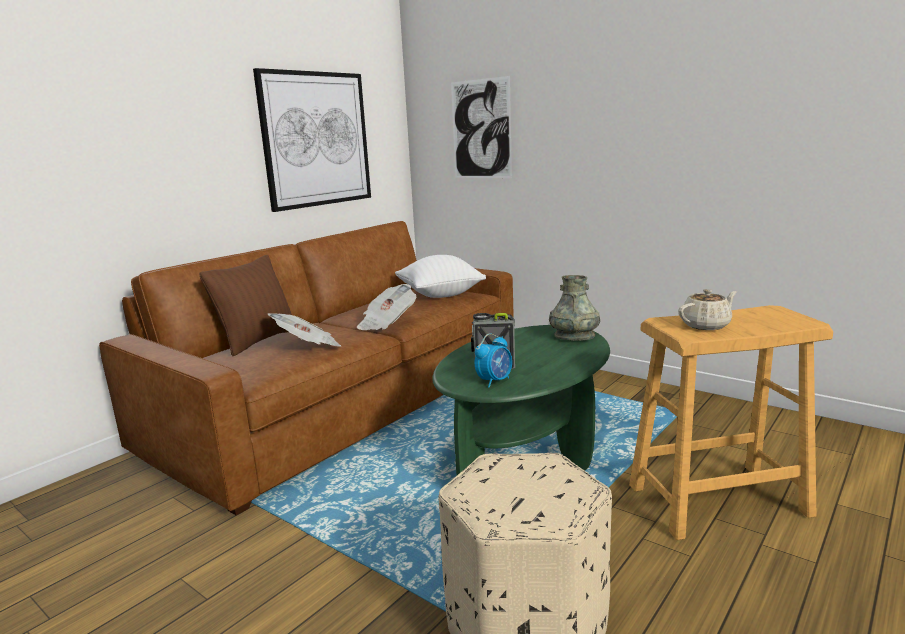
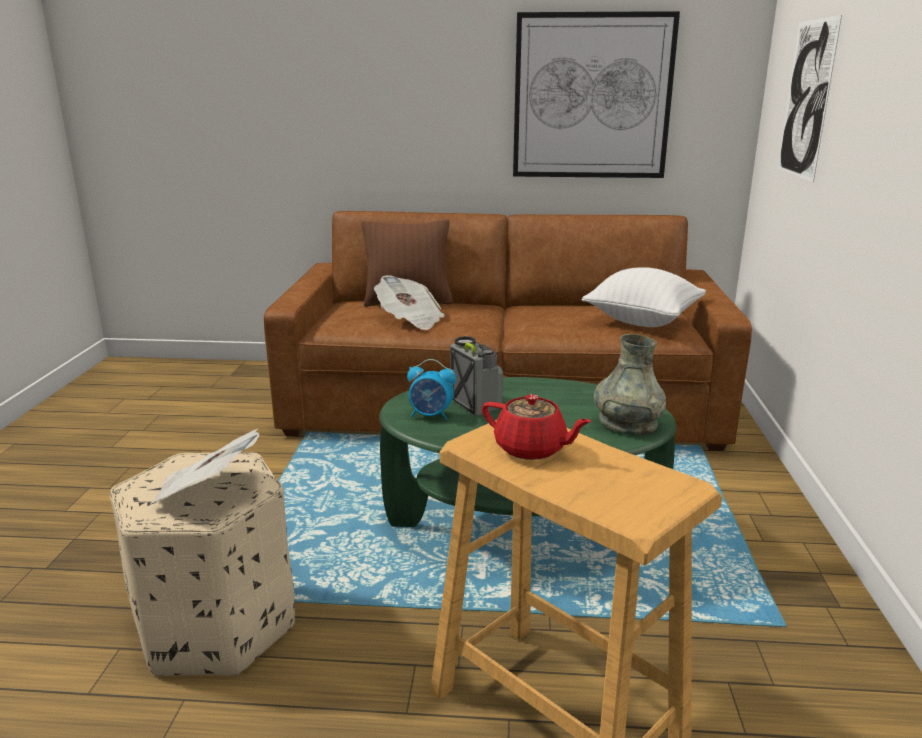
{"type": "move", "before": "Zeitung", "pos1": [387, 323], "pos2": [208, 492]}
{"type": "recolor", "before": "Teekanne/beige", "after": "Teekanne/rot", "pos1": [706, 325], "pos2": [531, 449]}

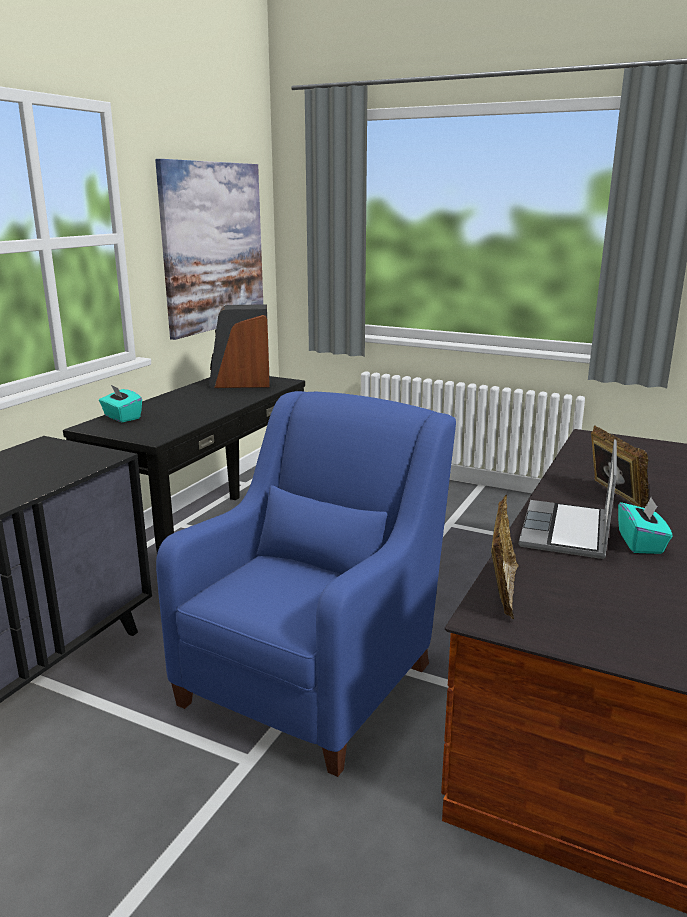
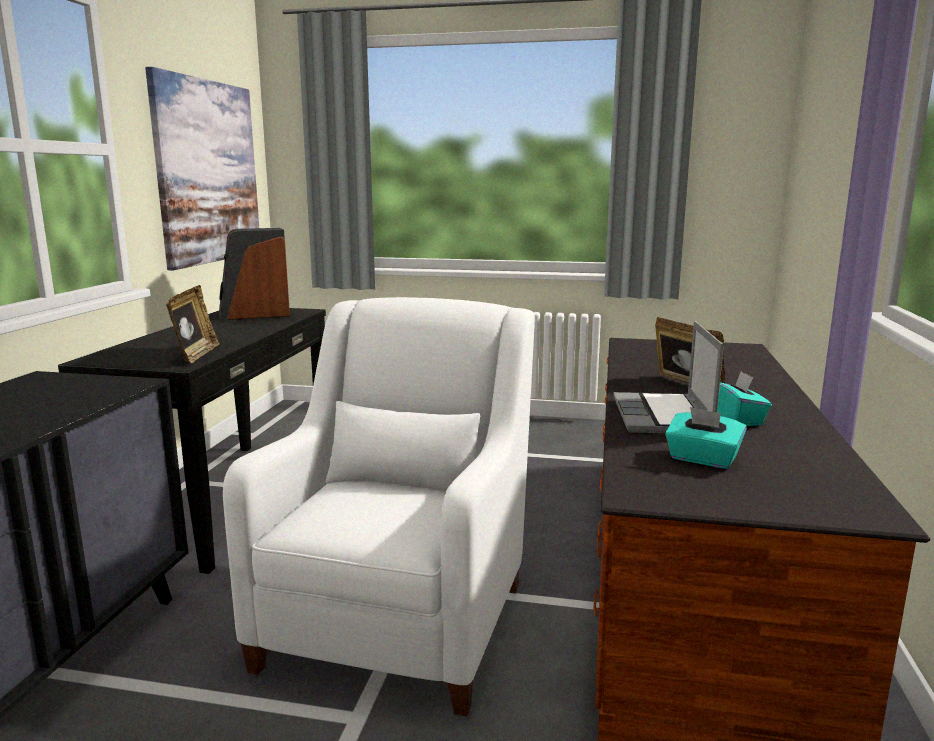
{"type": "move", "before": "Taschentuchbox/türkis", "pos1": [121, 417], "pos2": [702, 459]}
{"type": "move", "before": "Bilderrahmen", "pos1": [502, 591], "pos2": [195, 355]}
{"type": "recolor", "before": "Sessel/blau", "after": "Sessel/weiß", "pos1": [315, 676], "pos2": [401, 615]}

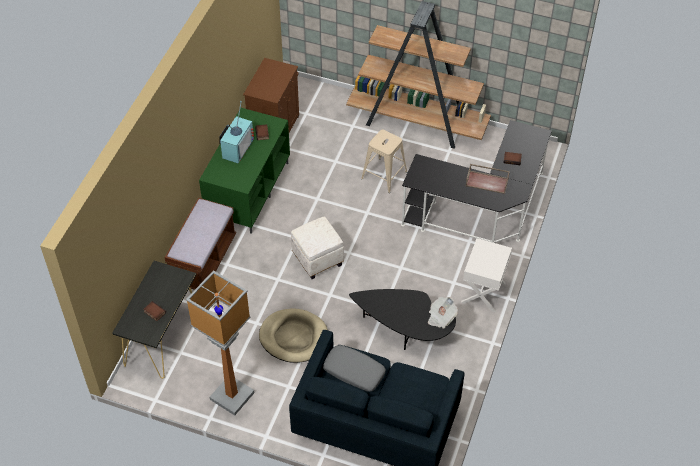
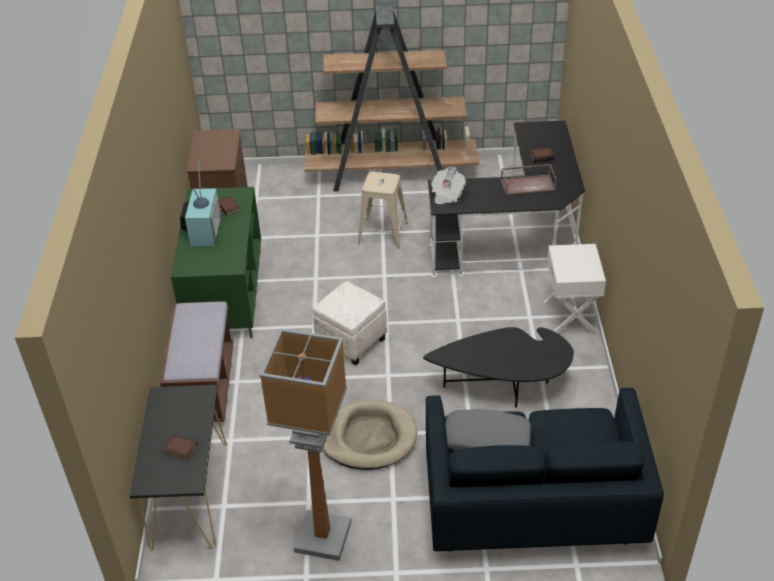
{"type": "move", "before": "Zeitung", "pos1": [441, 317], "pos2": [447, 194]}

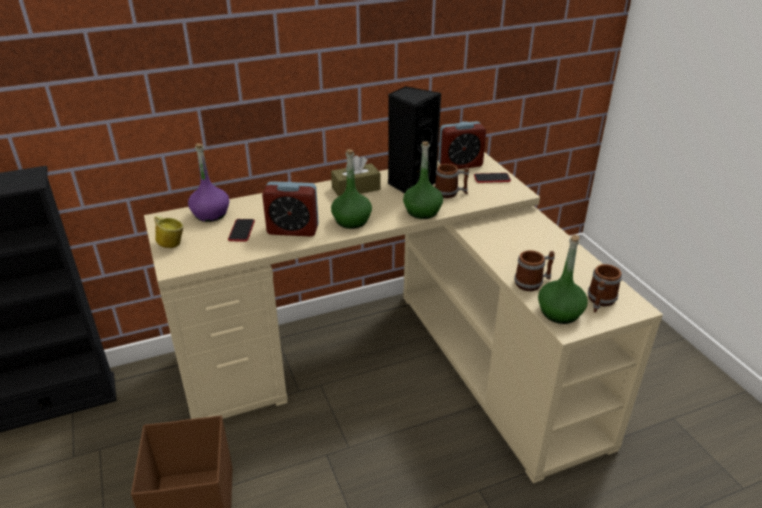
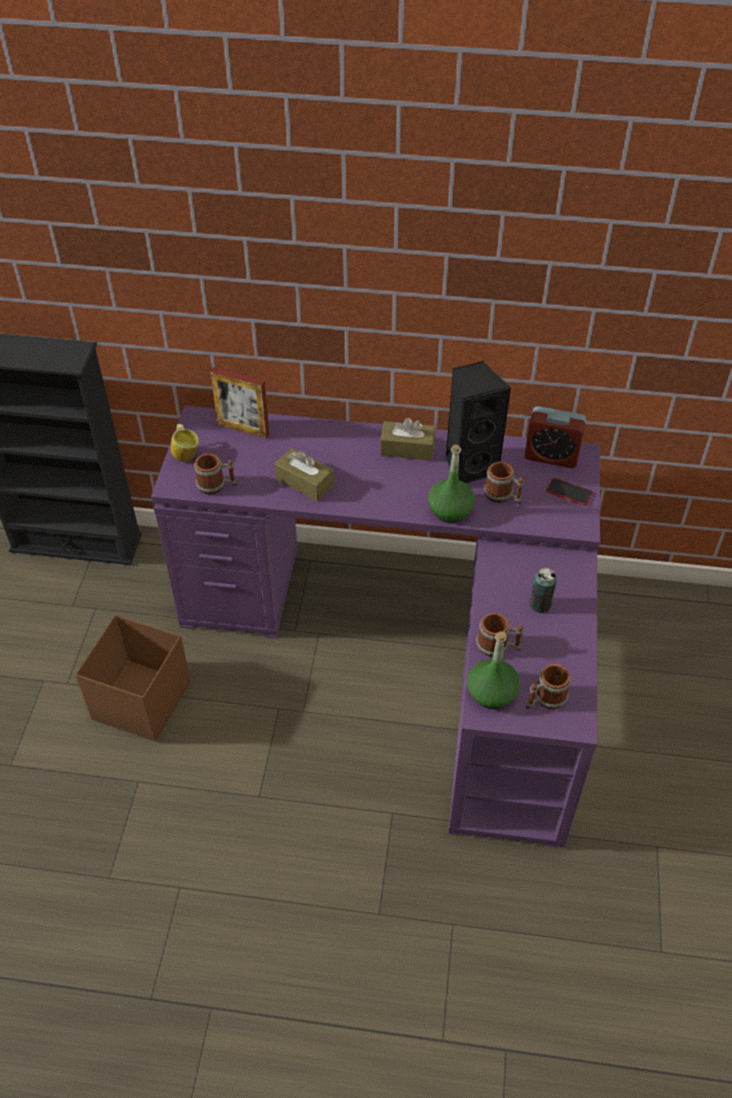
{"type": "delete", "before": "Handy", "pos1": [241, 231]}
{"type": "delete", "before": "Flasche/grün", "pos1": [351, 221]}
{"type": "insert", "after": "Henkelbecher", "pos2": [216, 485]}
{"type": "insert", "after": "Dose", "pos2": [540, 605]}
{"type": "replace", "before": "Flasche/lila", "after": "Bilderrahmen", "pos1": [211, 214], "pos2": [243, 429]}
{"type": "replace", "before": "Wecker", "after": "Taschentuchbox/braun", "pos1": [293, 230], "pos2": [304, 482]}
{"type": "recolor", "before": "Schreibtisch/beige", "after": "Schreibtisch/lila", "pos1": [400, 360], "pos2": [415, 642]}

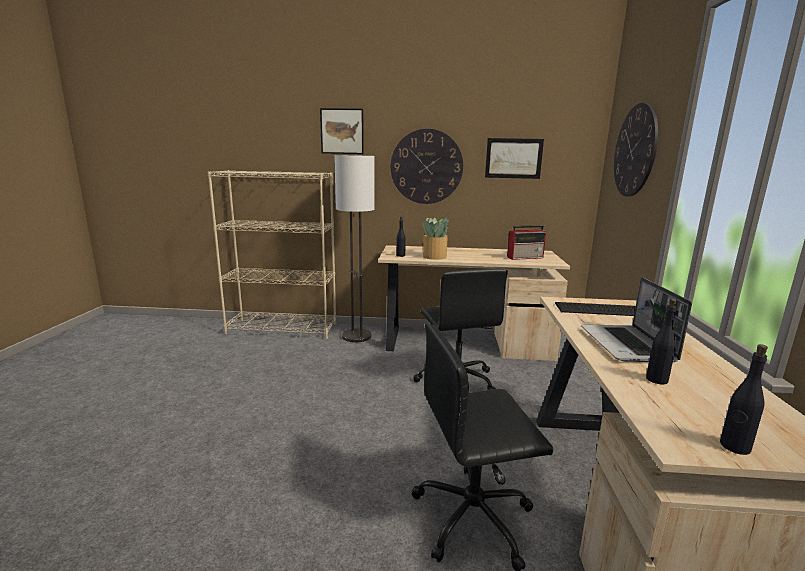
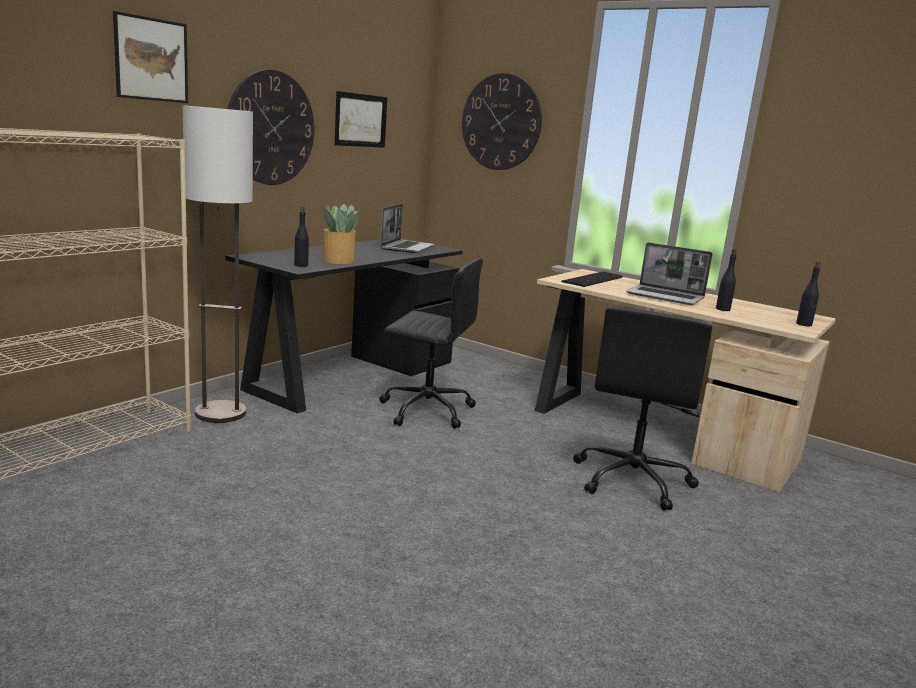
{"type": "replace", "before": "Radio", "after": "Laptop", "pos1": [525, 257], "pos2": [407, 247]}
{"type": "recolor", "before": "Schreibtisch/beige", "after": "Schreibtisch/schwarz", "pos1": [464, 342], "pos2": [349, 375]}

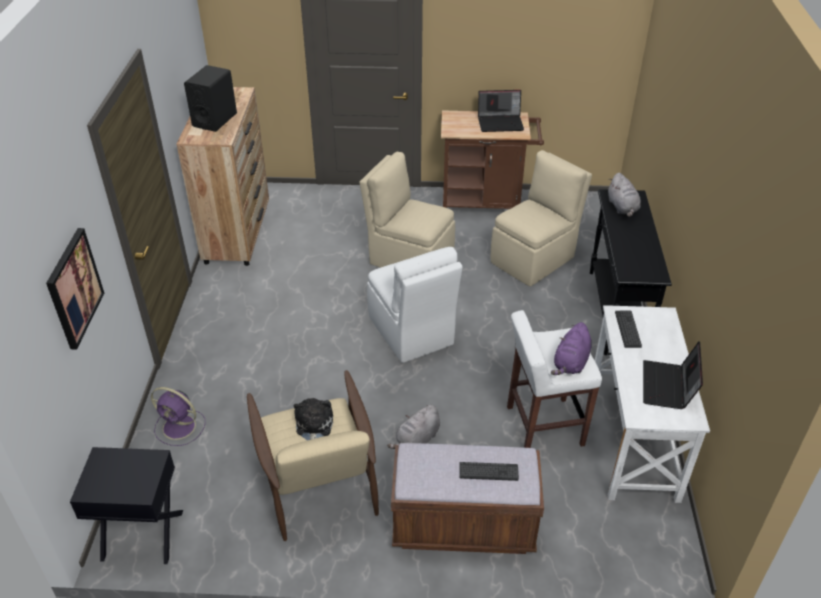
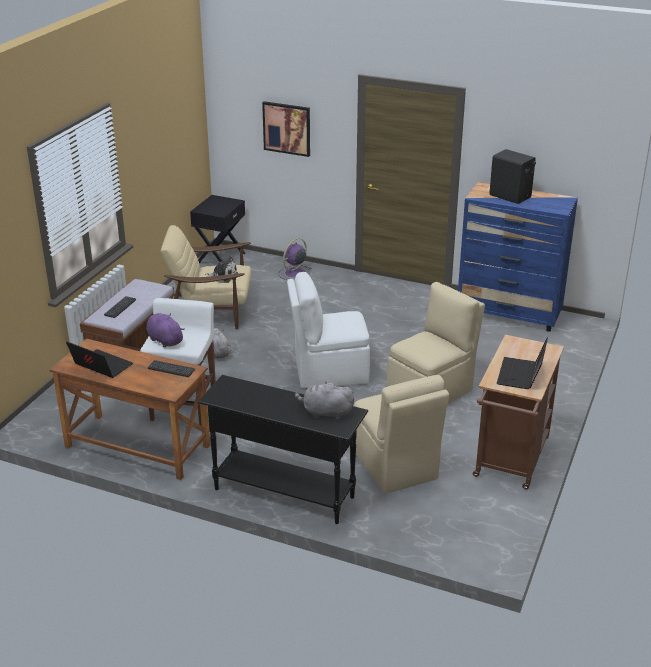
{"type": "recolor", "before": "Kommode/braun", "after": "Kommode/blau", "pos1": [237, 233], "pos2": [509, 313]}
{"type": "recolor", "before": "Schreibtisch/weiß", "after": "Schreibtisch/braun", "pos1": [633, 438], "pos2": [137, 447]}

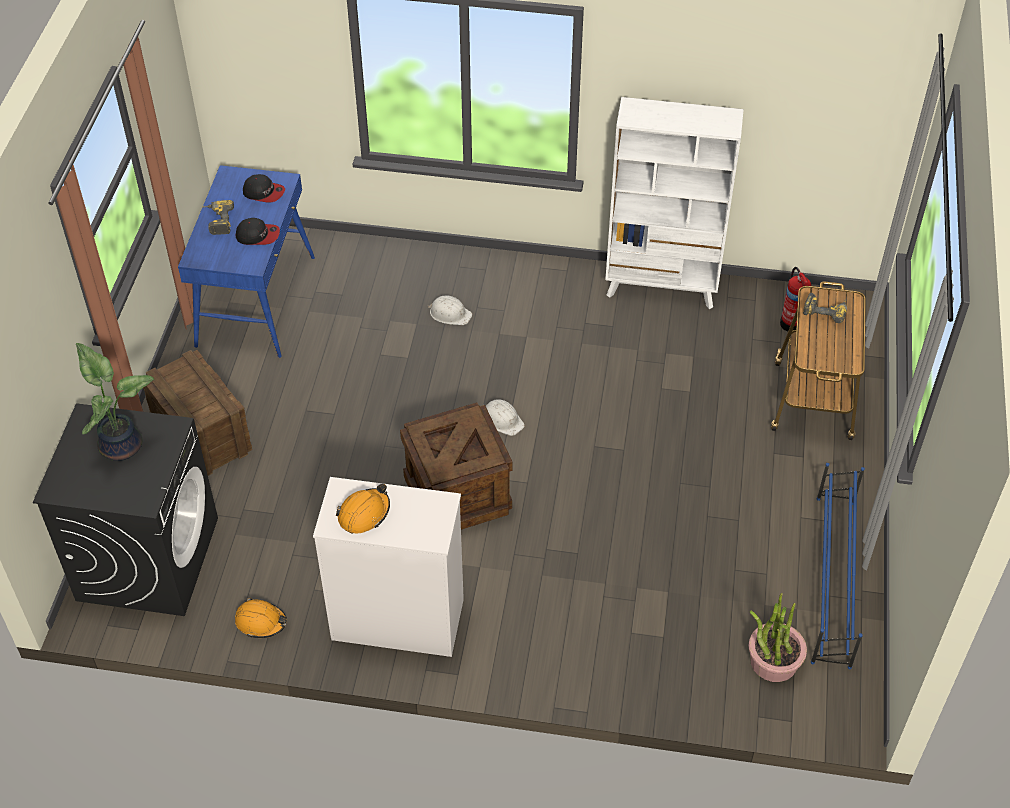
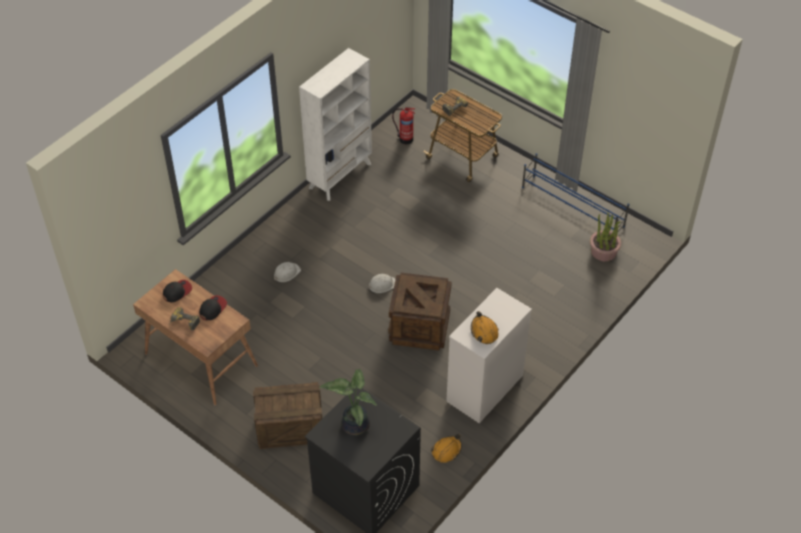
{"type": "recolor", "before": "Schreibtisch/blau", "after": "Schreibtisch/braun", "pos1": [255, 300], "pos2": [200, 360]}

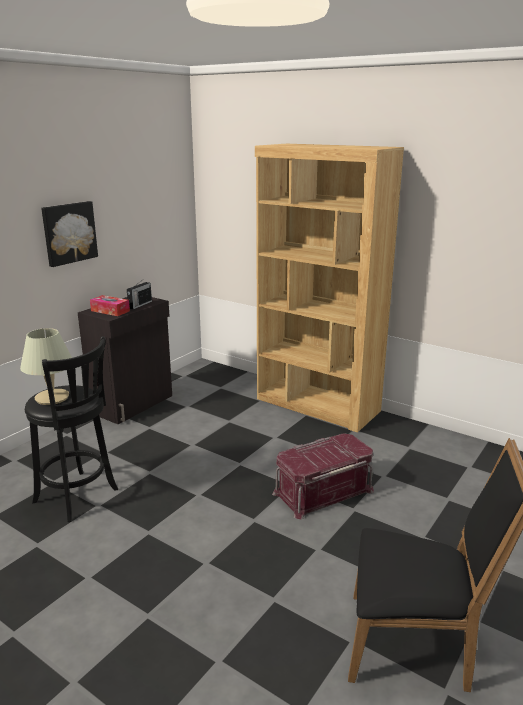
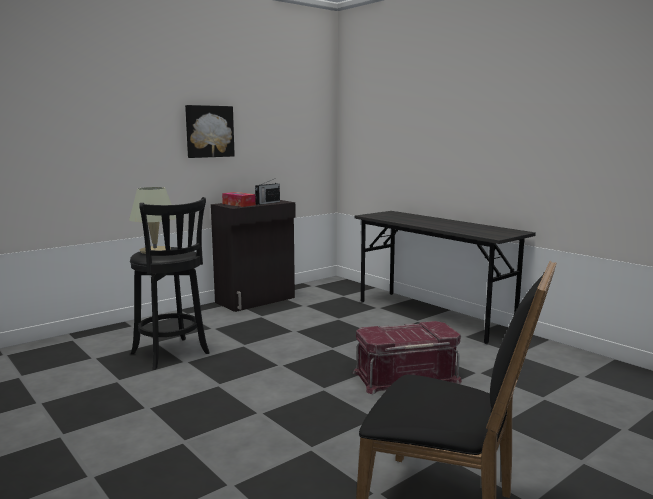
{"type": "replace", "before": "Bücherregal/braun", "after": "Schreibtisch/grau", "pos1": [317, 405], "pos2": [433, 315]}

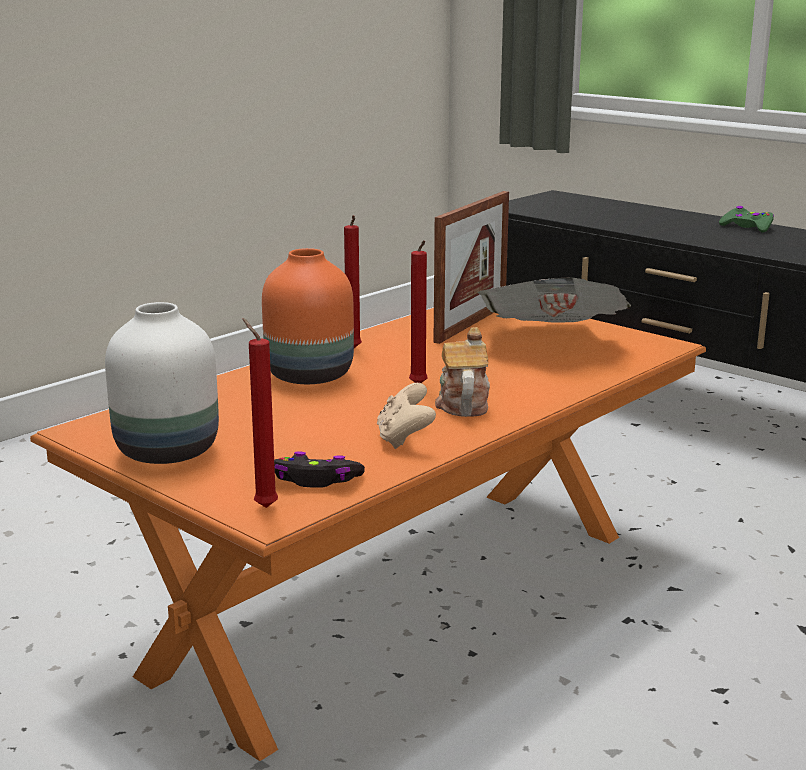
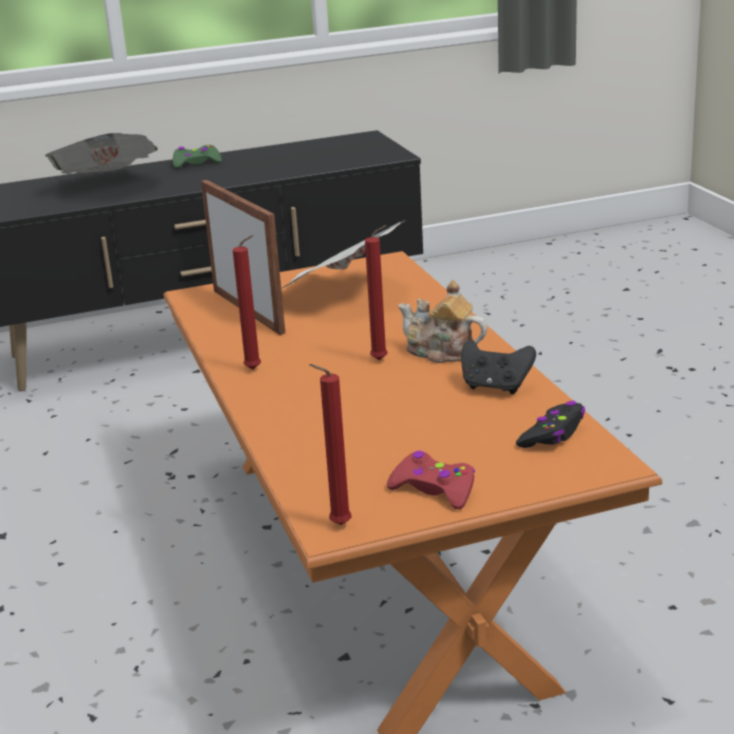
{"type": "delete", "before": "Vase/orange", "pos1": [311, 375]}
{"type": "insert", "after": "Zeitung", "pos2": [107, 184]}
{"type": "move", "before": "Kerze/rot", "pos1": [263, 506], "pos2": [337, 526]}
{"type": "replace", "before": "Vase/weiß", "after": "Gamepad/rot", "pos1": [169, 452], "pos2": [434, 490]}
{"type": "recolor", "before": "Gamepad/beige", "after": "Gamepad/schwarz", "pos1": [404, 439], "pos2": [495, 387]}

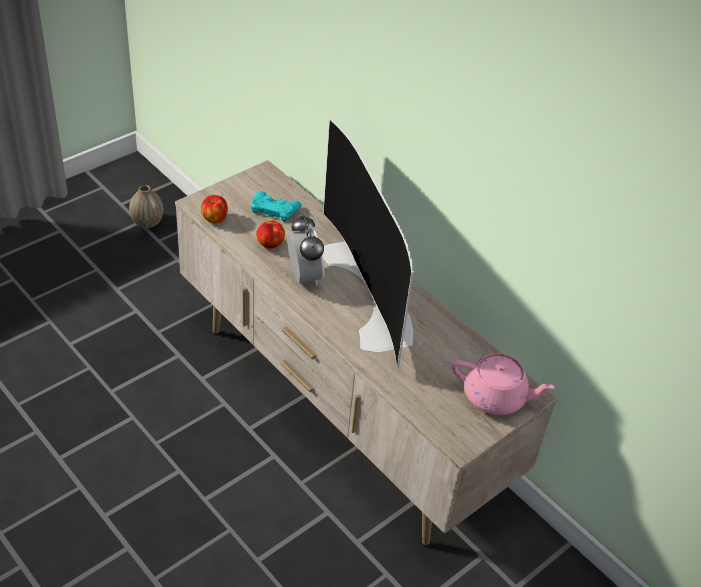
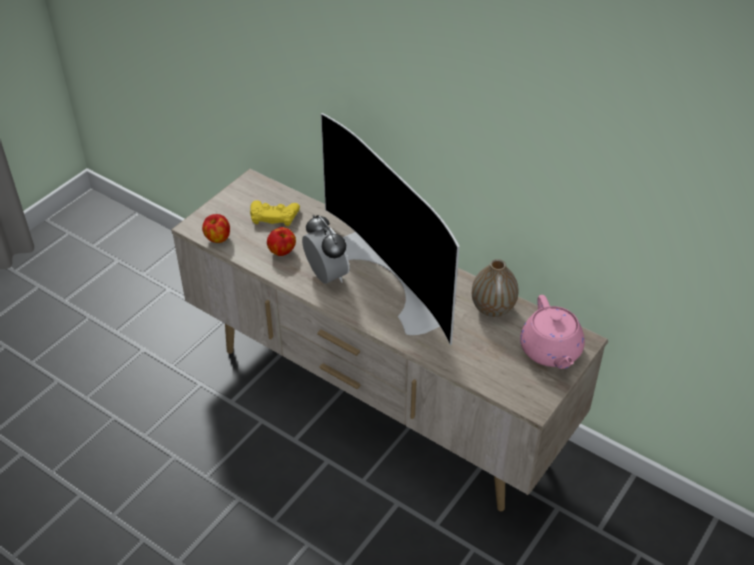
{"type": "move", "before": "Vase", "pos1": [147, 222], "pos2": [493, 308]}
{"type": "recolor", "before": "Gamepad/türkis", "after": "Gamepad/gelb", "pos1": [274, 209], "pos2": [274, 216]}
{"type": "rotate", "before": "Teekanne/rosa", "pos1": [496, 397], "pos2": [550, 351], "turn": 75}

